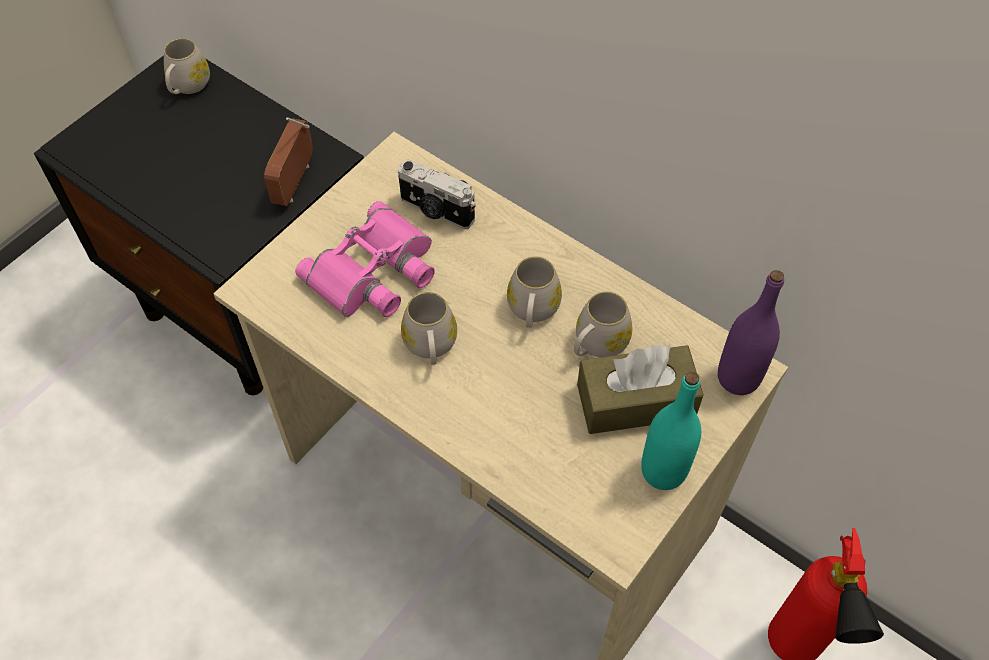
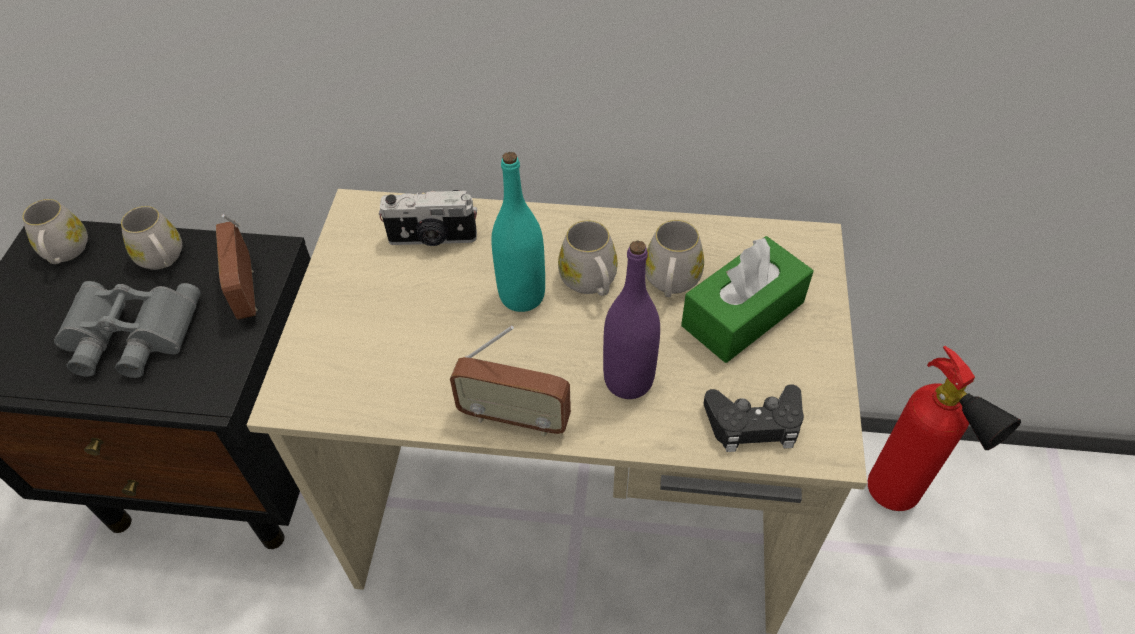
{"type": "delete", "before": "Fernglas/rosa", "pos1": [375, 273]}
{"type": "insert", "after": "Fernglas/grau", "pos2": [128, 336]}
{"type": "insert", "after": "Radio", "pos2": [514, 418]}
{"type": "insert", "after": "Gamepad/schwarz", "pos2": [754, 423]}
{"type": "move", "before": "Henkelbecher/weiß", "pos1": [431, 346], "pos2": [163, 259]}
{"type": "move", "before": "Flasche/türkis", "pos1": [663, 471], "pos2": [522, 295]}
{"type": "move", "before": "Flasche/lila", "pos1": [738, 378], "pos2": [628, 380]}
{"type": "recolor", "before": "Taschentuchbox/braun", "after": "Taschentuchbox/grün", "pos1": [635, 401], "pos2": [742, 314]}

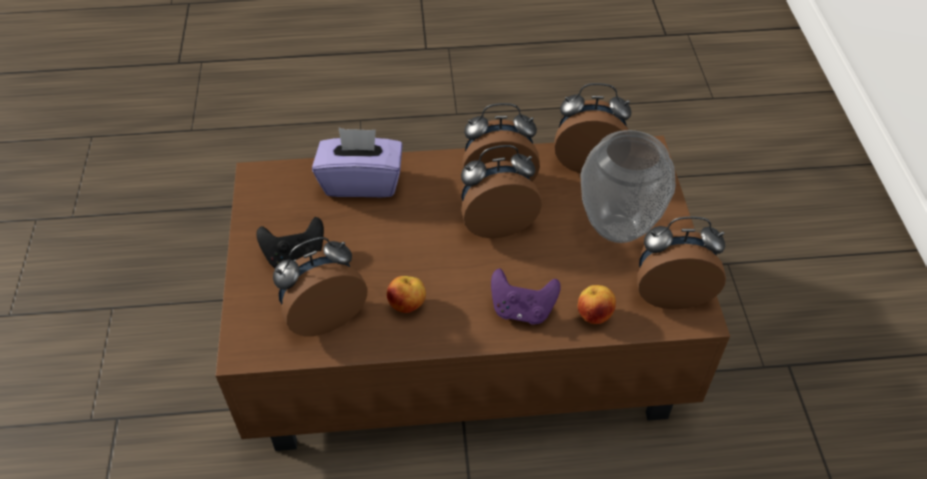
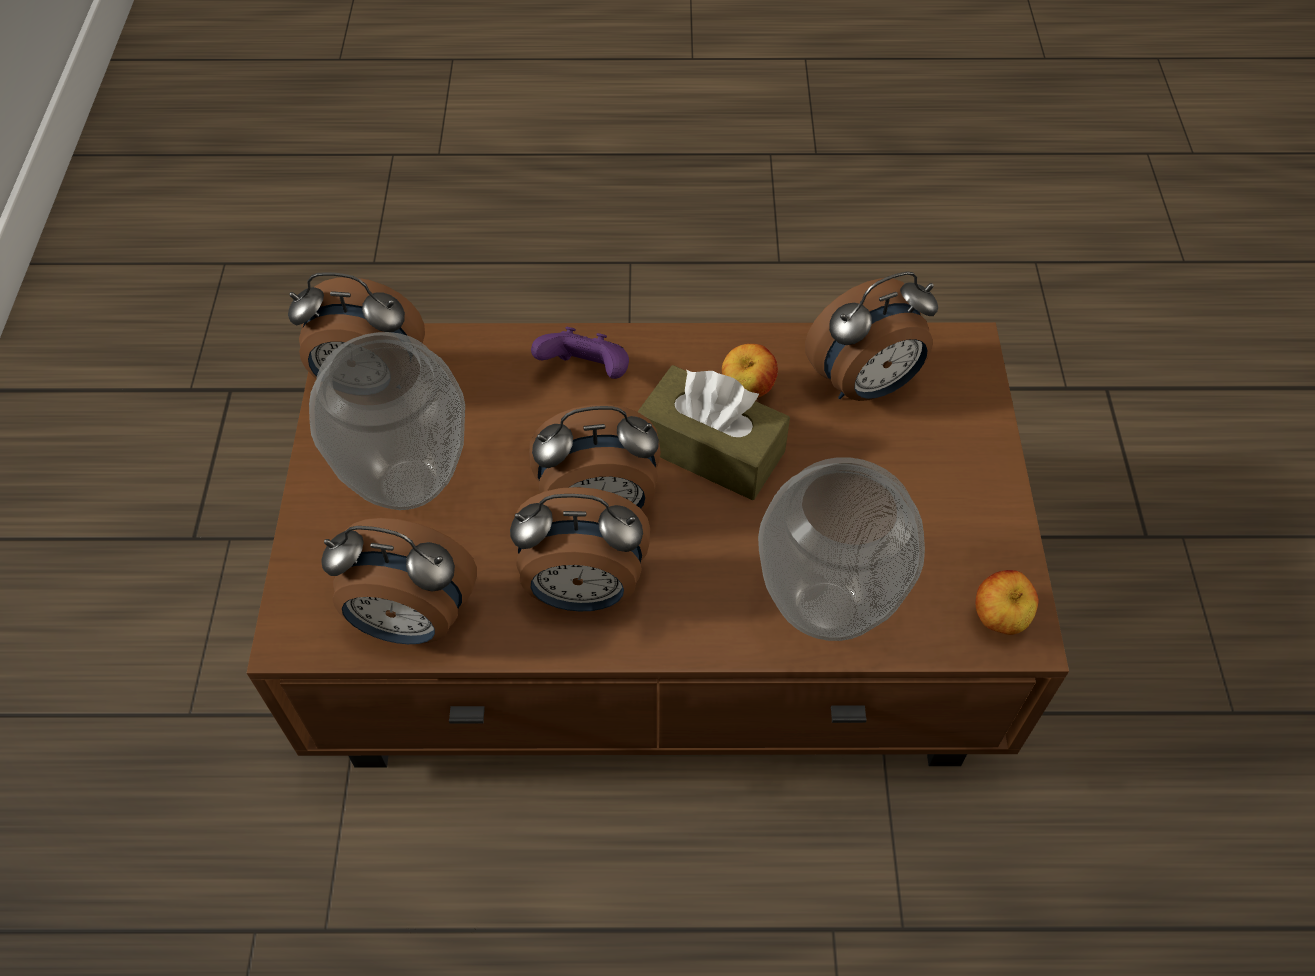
{"type": "delete", "before": "Gamepad/schwarz", "pos1": [295, 257]}
{"type": "insert", "after": "Taschentuchbox/braun", "pos2": [711, 449]}
{"type": "move", "before": "Apfel", "pos1": [594, 315], "pos2": [998, 619]}
{"type": "replace", "before": "Taschentuchbox/lila", "after": "Vase", "pos1": [361, 182], "pos2": [828, 607]}

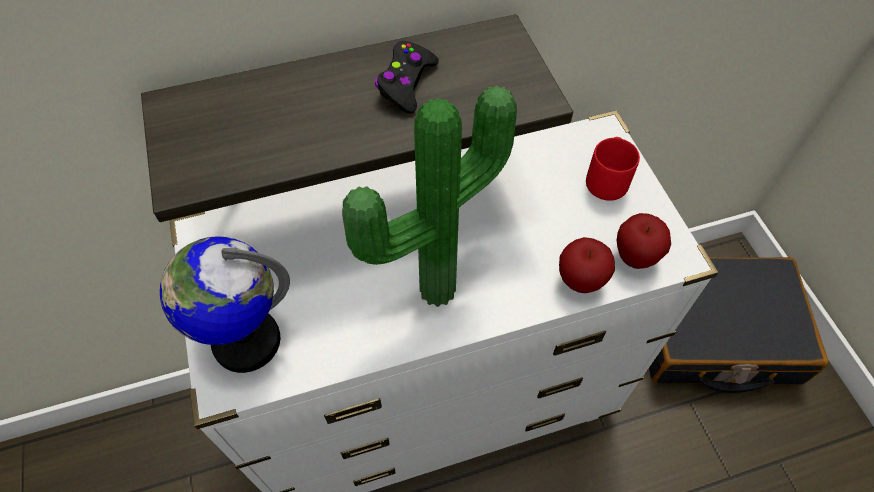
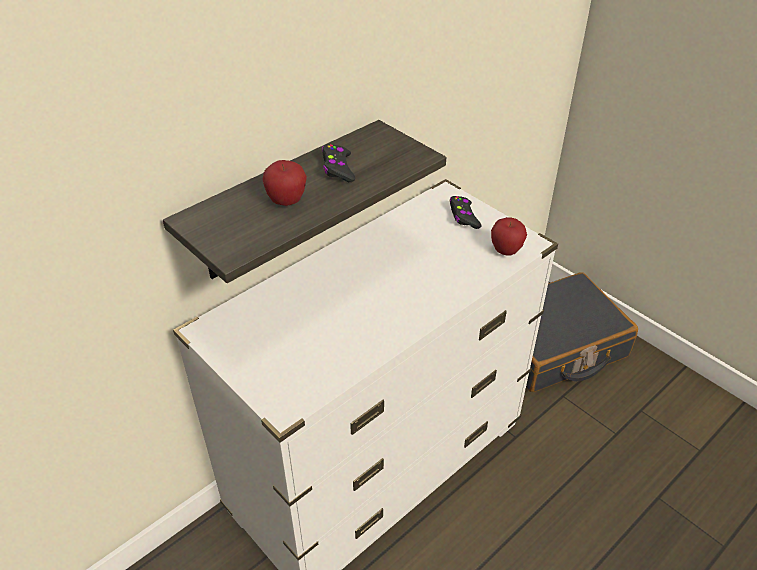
{"type": "delete", "before": "Globus", "pos1": [246, 340]}
{"type": "delete", "before": "Topfpflanze", "pos1": [432, 286]}
{"type": "move", "before": "Apfel", "pos1": [580, 281], "pos2": [286, 202]}
{"type": "replace", "before": "Henkelbecher/rot", "after": "Gamepad/schwarz", "pos1": [607, 180], "pos2": [463, 217]}

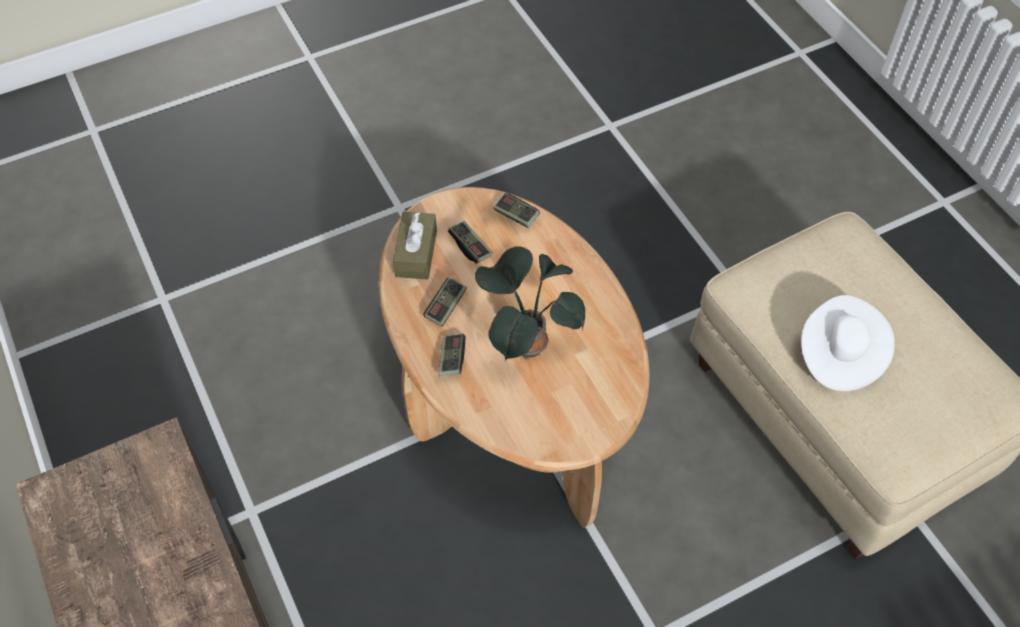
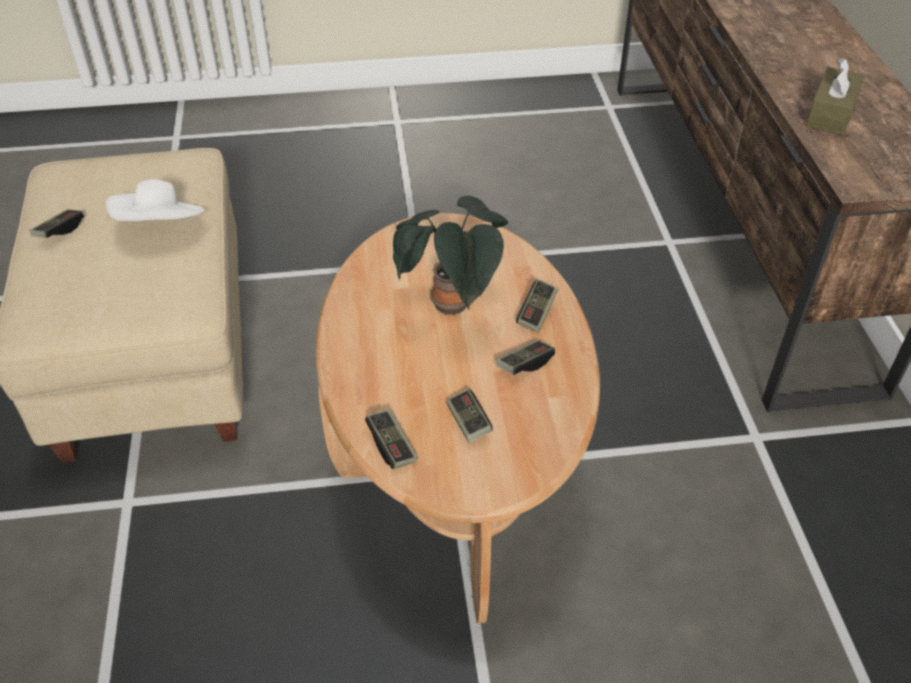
{"type": "insert", "after": "Gamepad", "pos2": [59, 231]}
{"type": "move", "before": "Taschentuchbox/braun", "pos1": [416, 253], "pos2": [831, 114]}

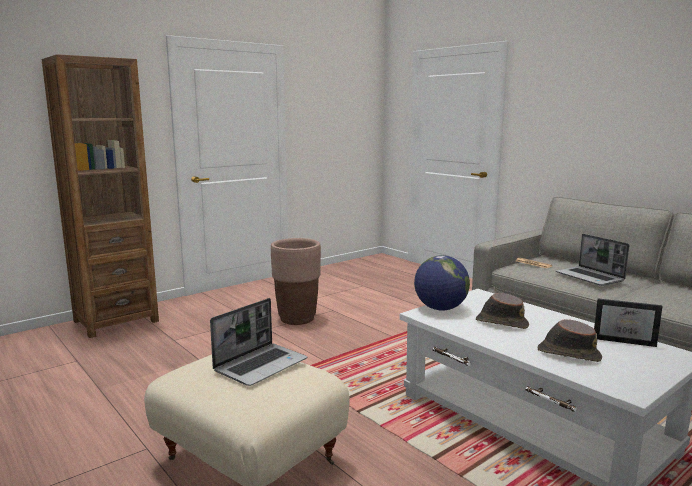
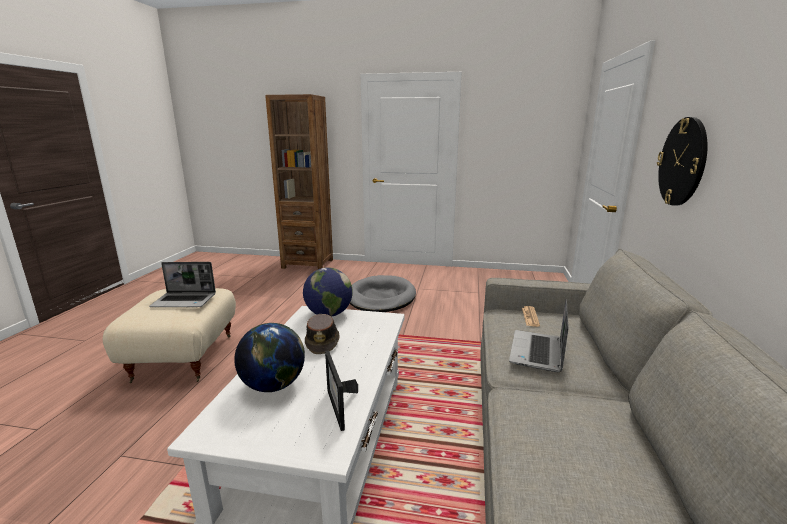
{"type": "insert", "after": "Wanduhr", "pos2": [682, 162]}
{"type": "replace", "before": "Pflanzkübel/braun", "after": "Hundebett/grau", "pos1": [297, 319], "pos2": [381, 297]}
{"type": "replace", "before": "Hut/braun", "after": "Globus", "pos1": [568, 354], "pos2": [273, 386]}

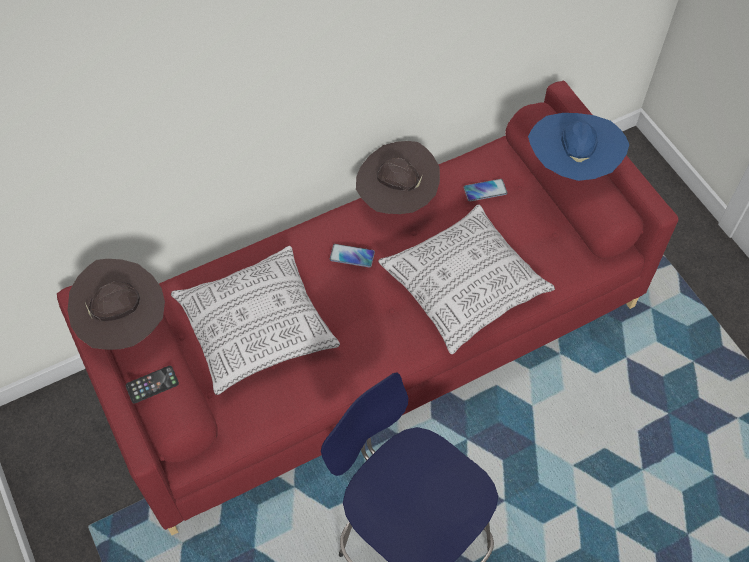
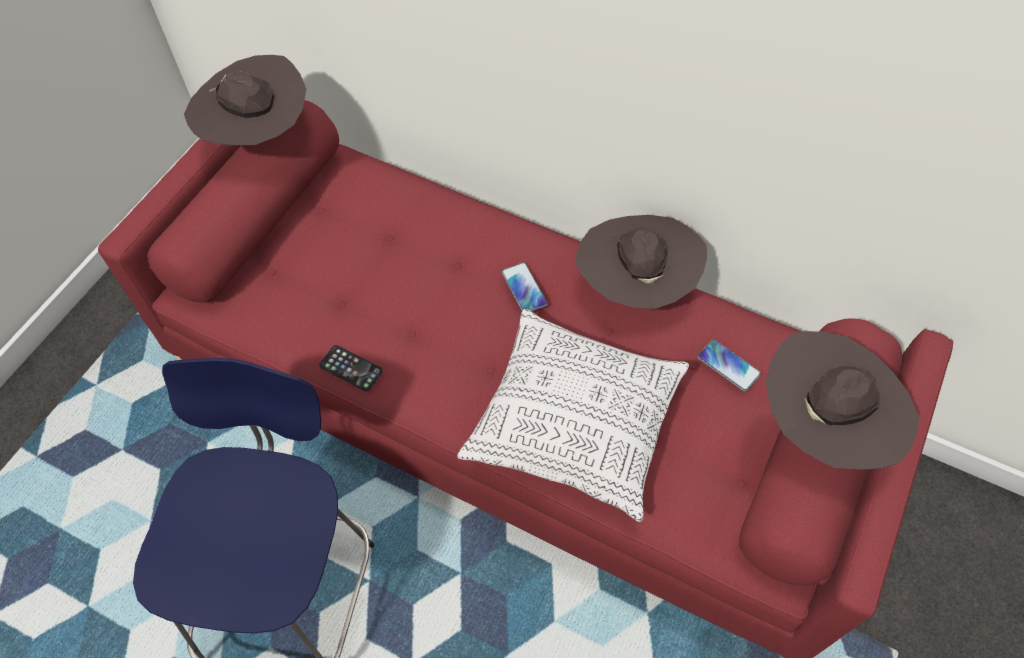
{"type": "delete", "before": "Kissen", "pos1": [256, 329]}
{"type": "move", "before": "Handy", "pos1": [152, 384], "pos2": [351, 368]}
{"type": "recolor", "before": "Hut/blau", "after": "Hut/braun", "pos1": [571, 166], "pos2": [823, 425]}

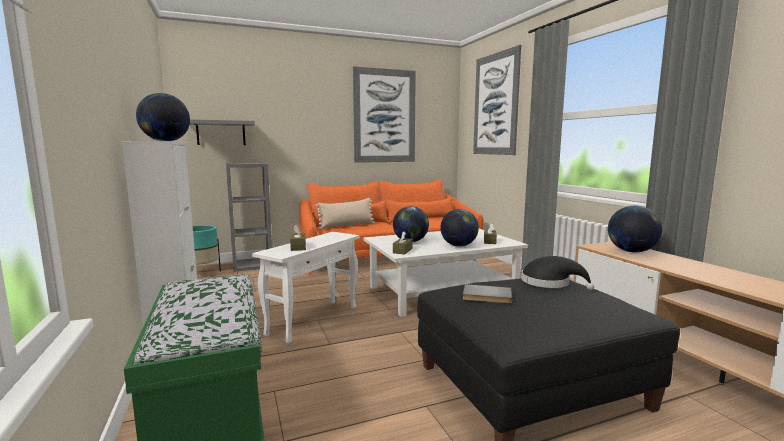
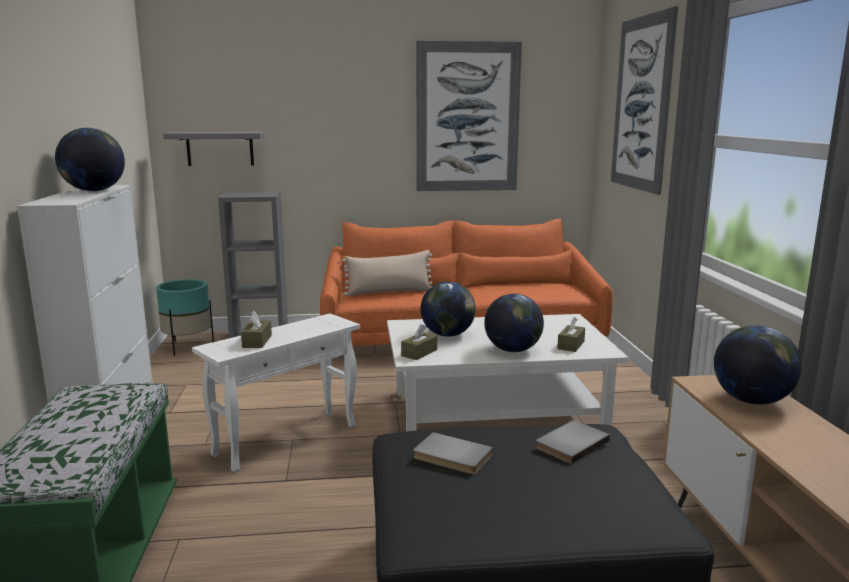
{"type": "replace", "before": "Hut/schwarz", "after": "Buch/grau", "pos1": [549, 283], "pos2": [570, 443]}

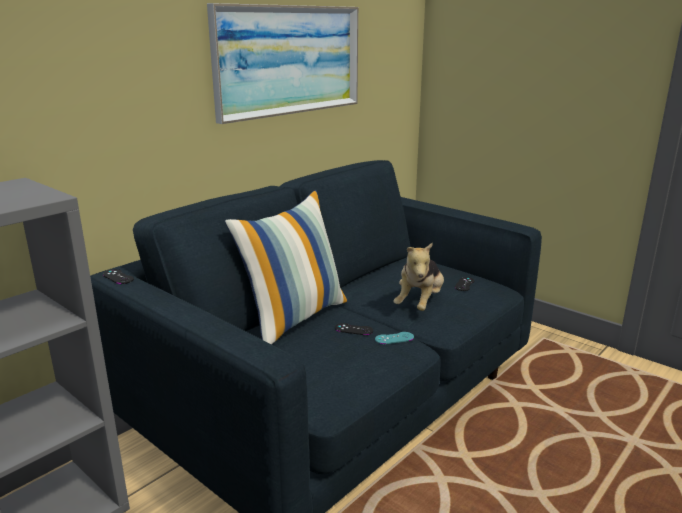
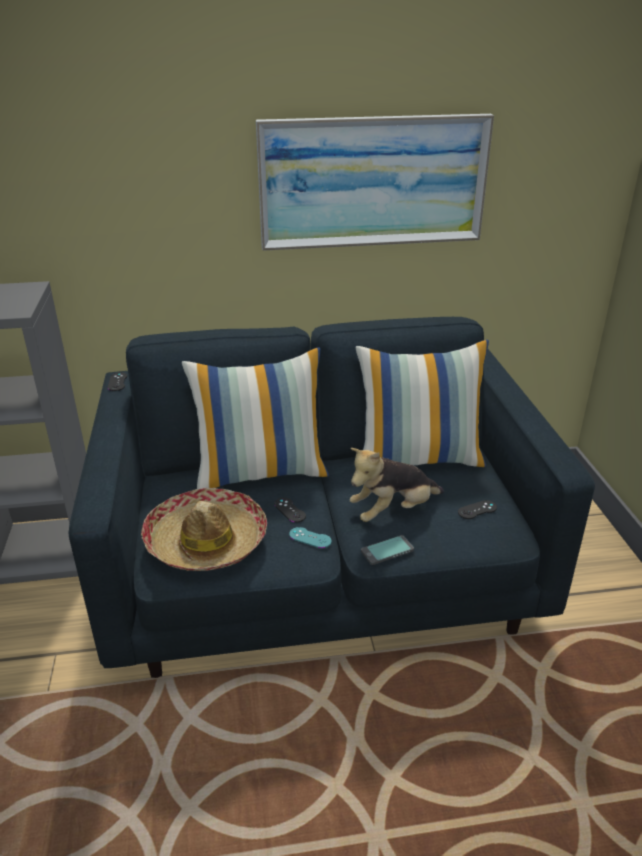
{"type": "insert", "after": "Hut", "pos2": [206, 541]}
{"type": "insert", "after": "Kissen", "pos2": [418, 459]}
{"type": "insert", "after": "Handy", "pos2": [387, 551]}

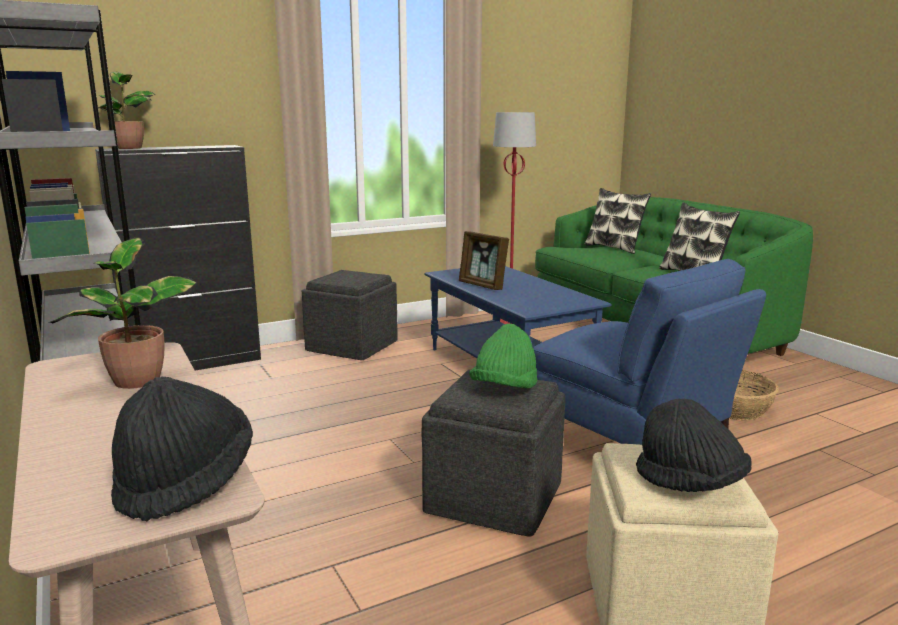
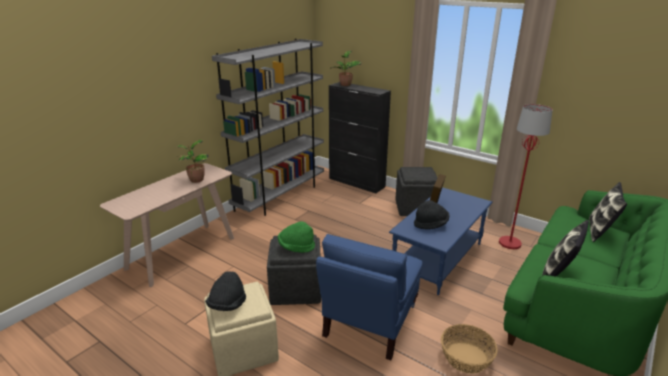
{"type": "move", "before": "Hut/schwarz", "pos1": [186, 482], "pos2": [431, 224]}

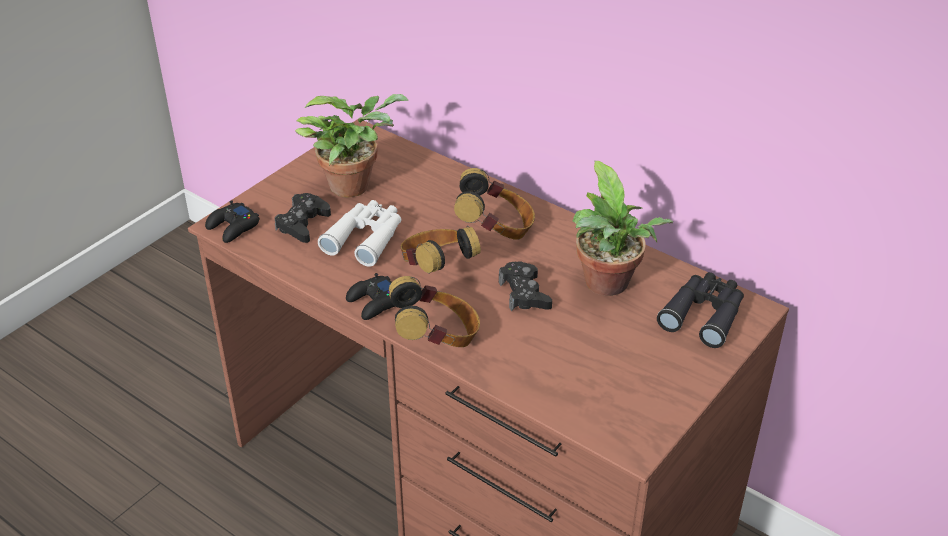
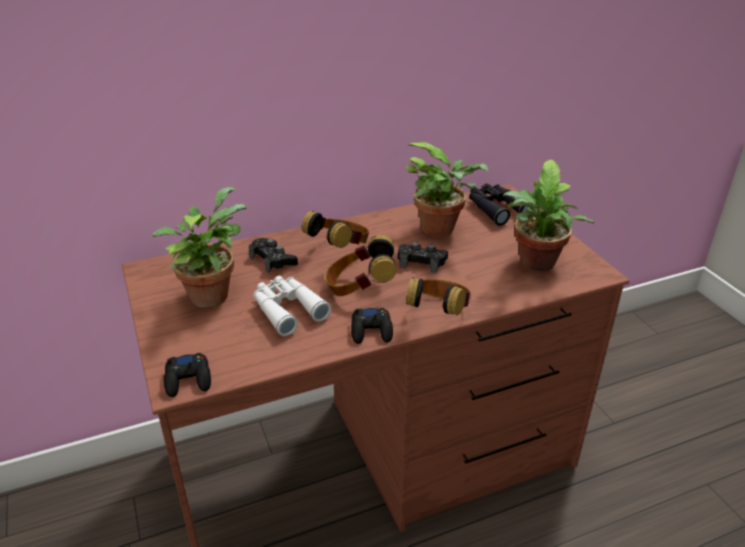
{"type": "insert", "after": "Topfpflanze", "pos2": [536, 265]}
{"type": "move", "before": "Gamepad/schwarz", "pos1": [303, 224], "pos2": [273, 260]}

